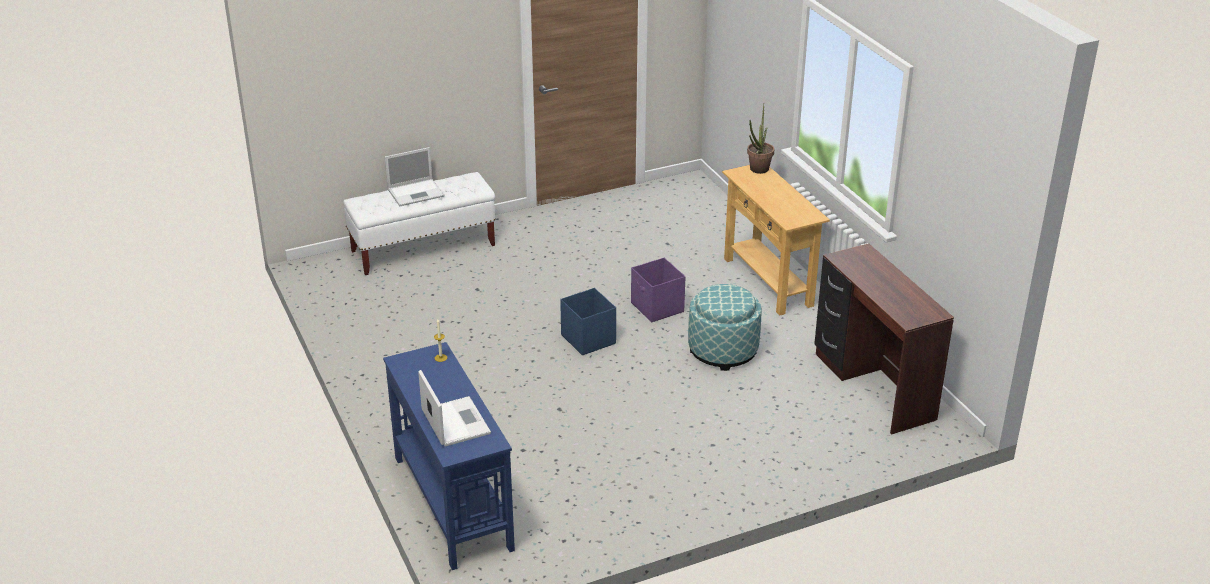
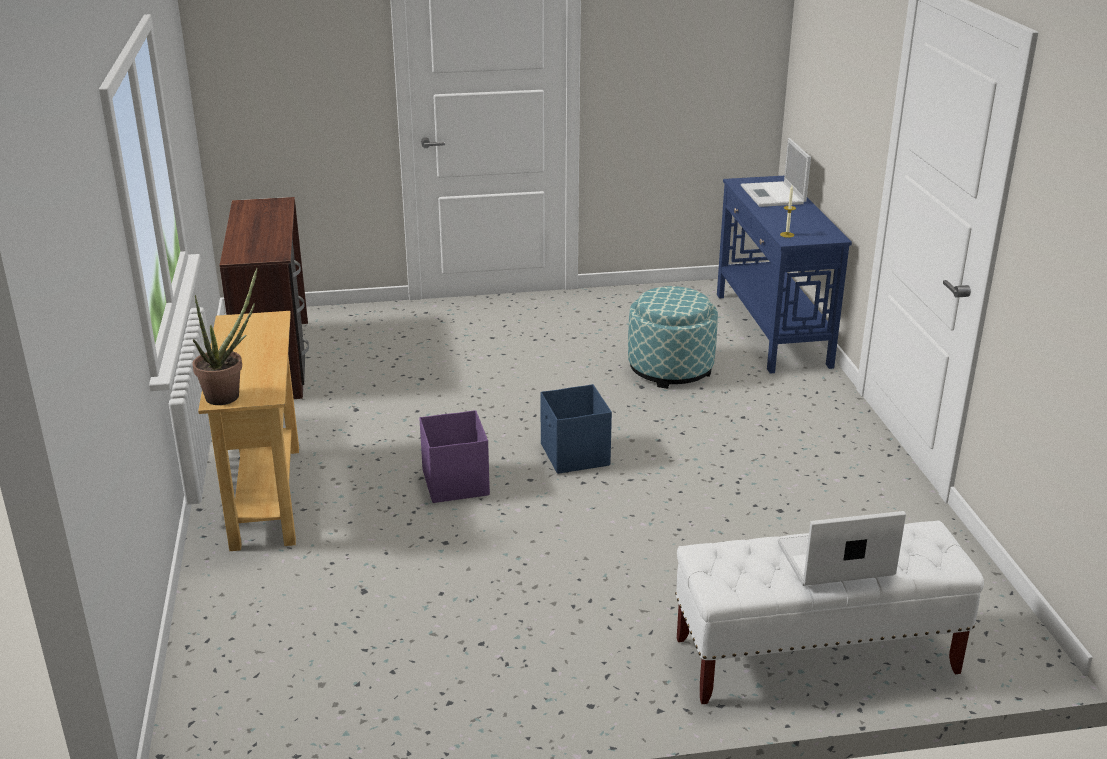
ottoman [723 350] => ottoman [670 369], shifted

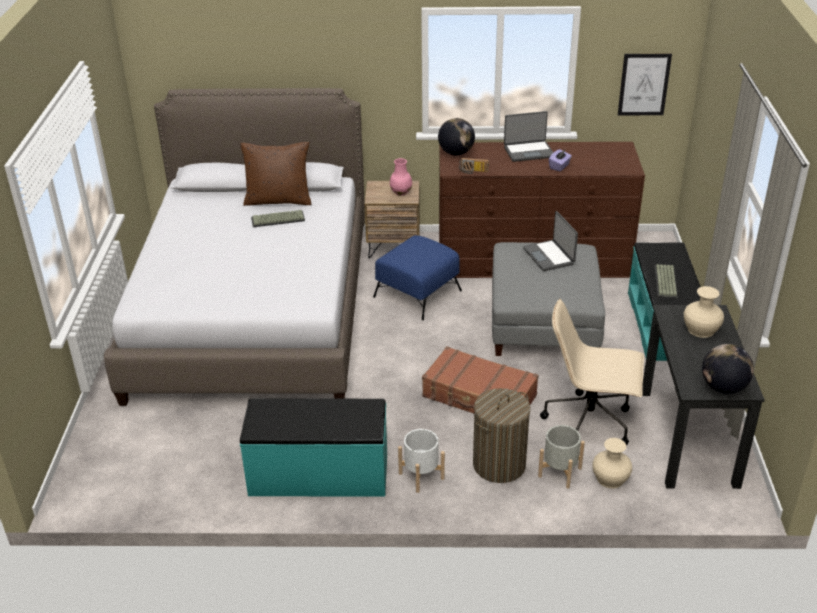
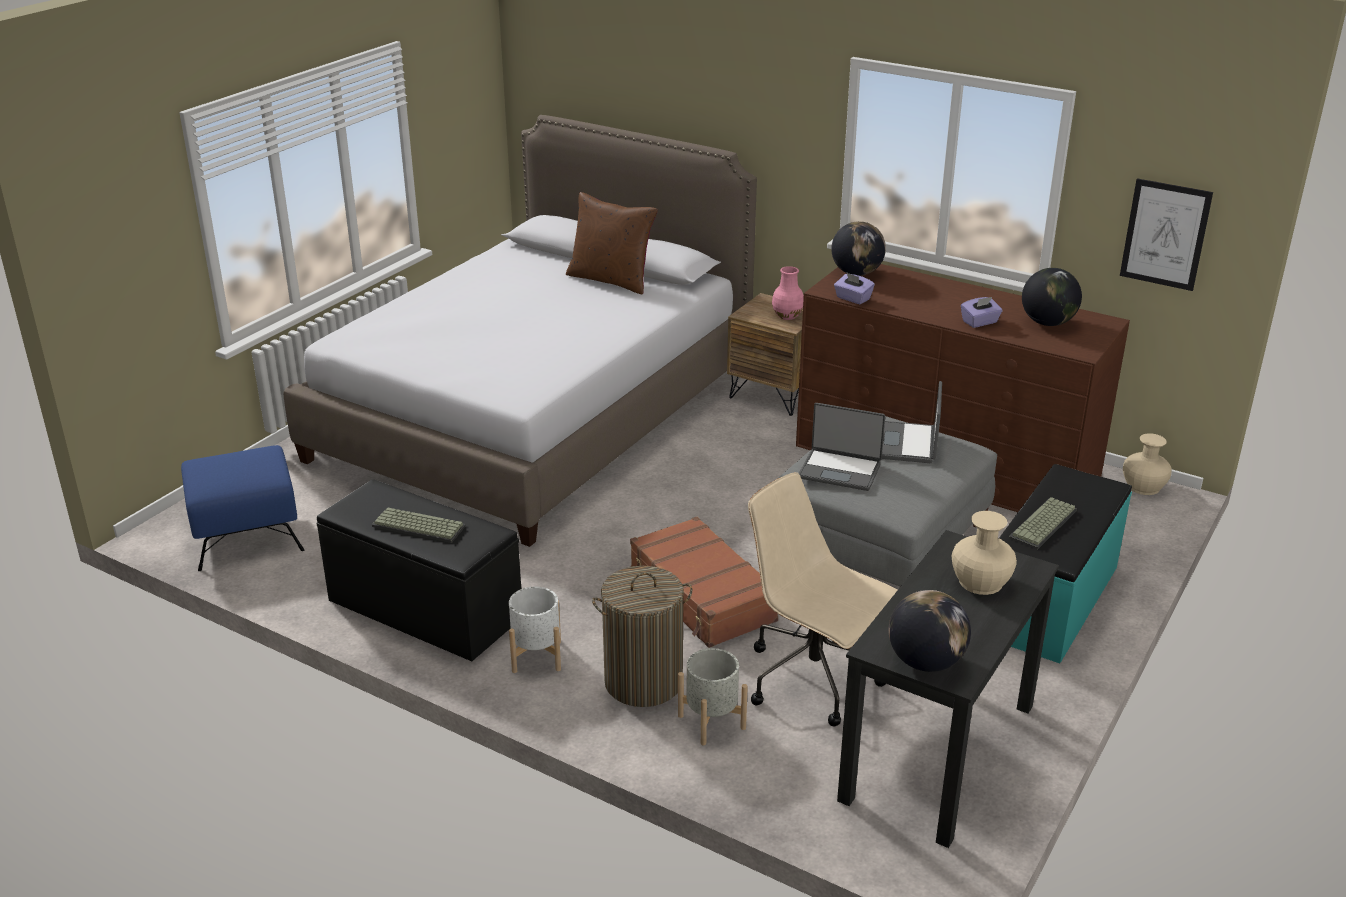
nothing => globe [1047 323]
keyboard [277 220] => keyboard [417 527], shifted
blue ottoman [417 294] => blue ottoman [245 533], shifted
laptop [528 151] => laptop [840 470], shifted
beige vase [610 478] => beige vase [1143 486], shifted
radio [473 171] => purple tissue box [852 298]
turquoise bench [319 475] => black bench [424 609]

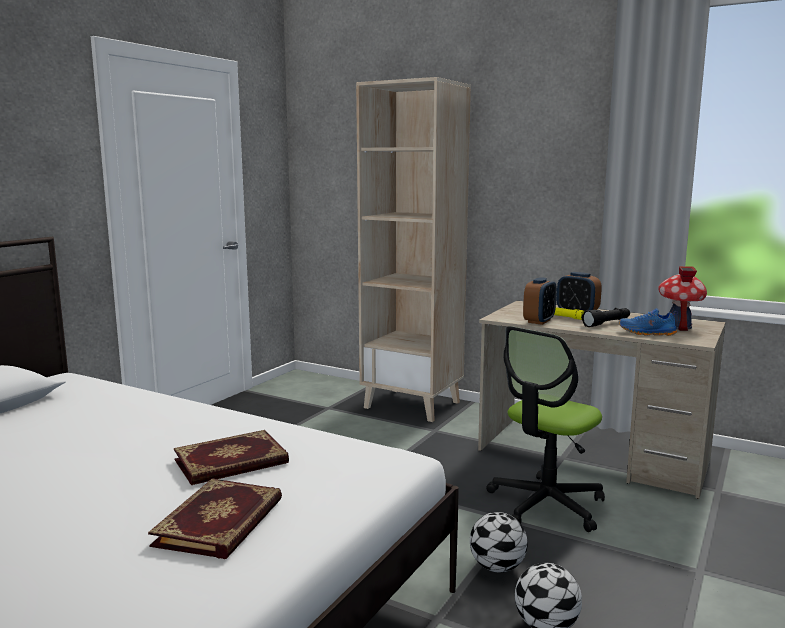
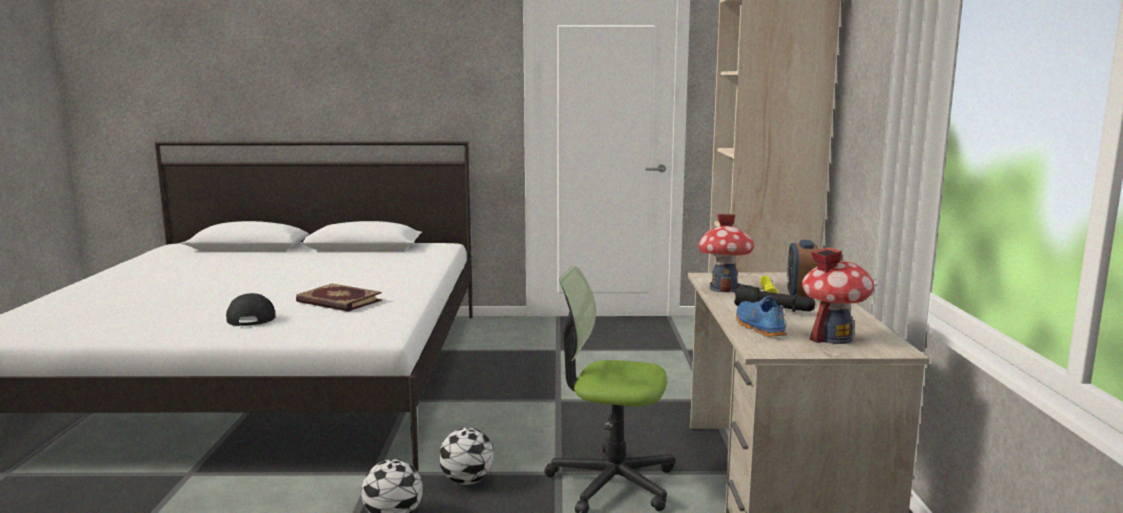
book [221 522] => black cap [252 317]
alarm clock [539 321] => toy house [724 288]

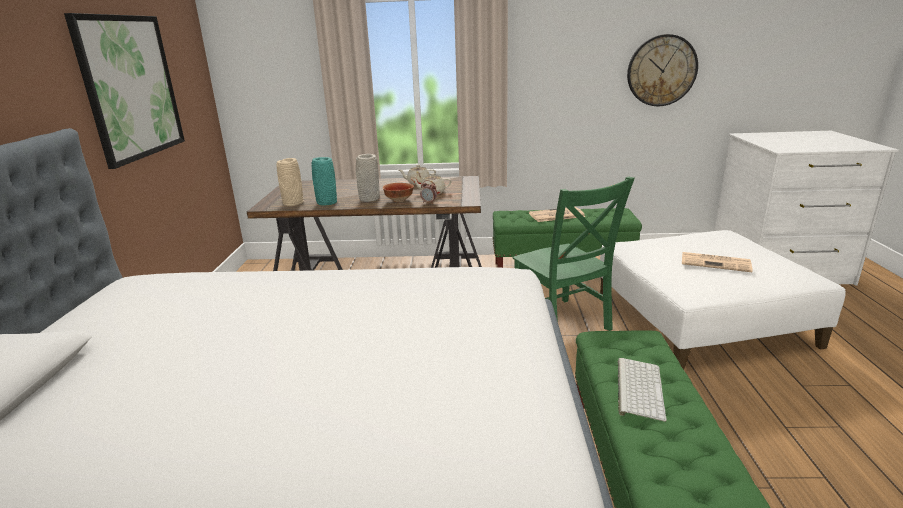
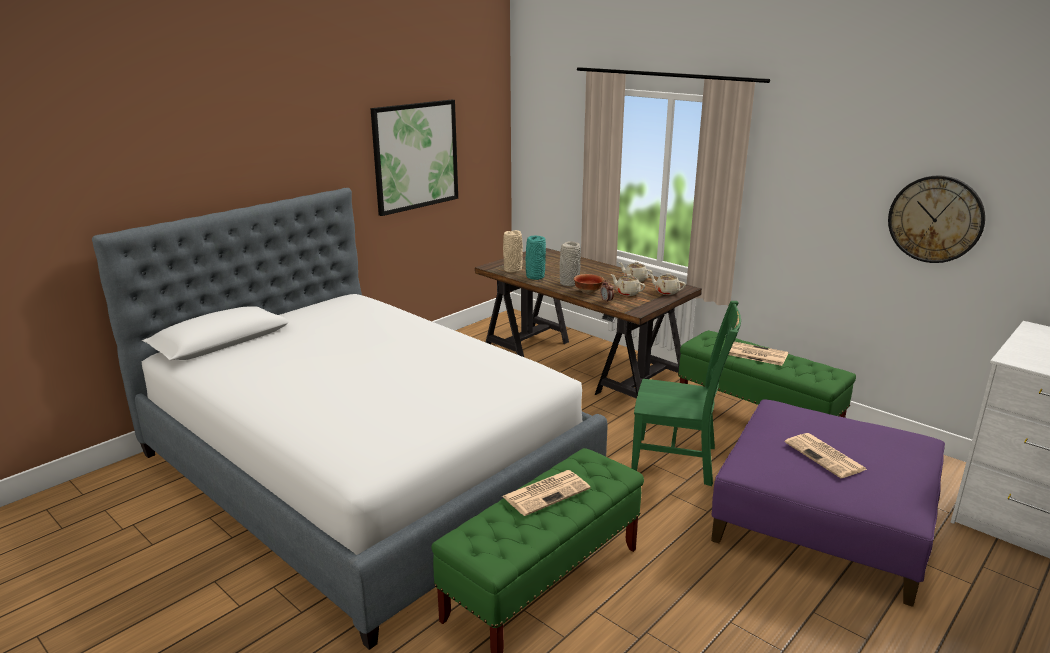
nothing => beige teapot [666 292]
keyboard [638 388] => newspaper [547 492]
white ottoman [702 319] => purple ottoman [823 520]
green chair [563 324] => green chair [678 461], 90 degrees counterclockwise

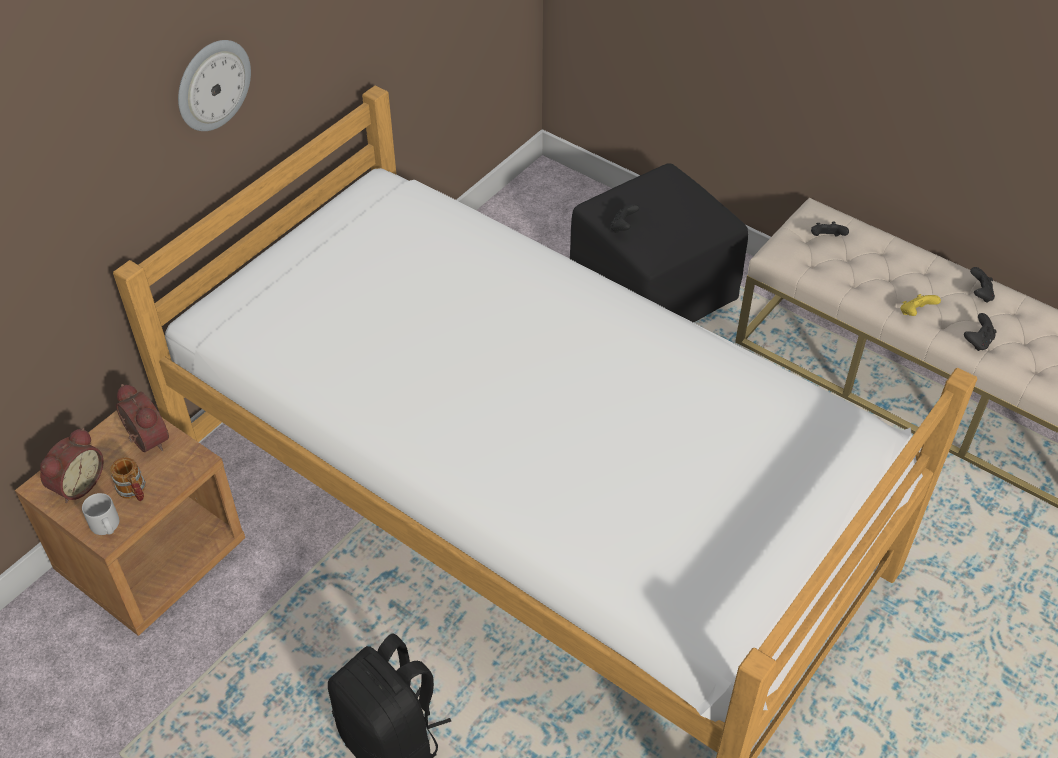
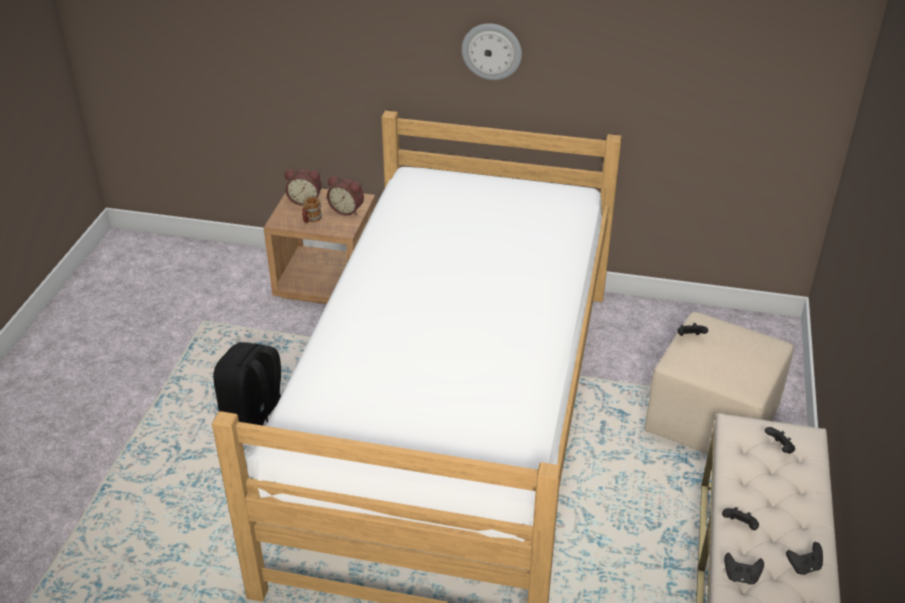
grey mug [106 526] => nothing
black ottoman [653 292] => beige ottoman [713 422]
yellow game controller [915 313] => black game controller [739 526]
alarm clock [145 441] => alarm clock [347 210], 90 degrees clockwise

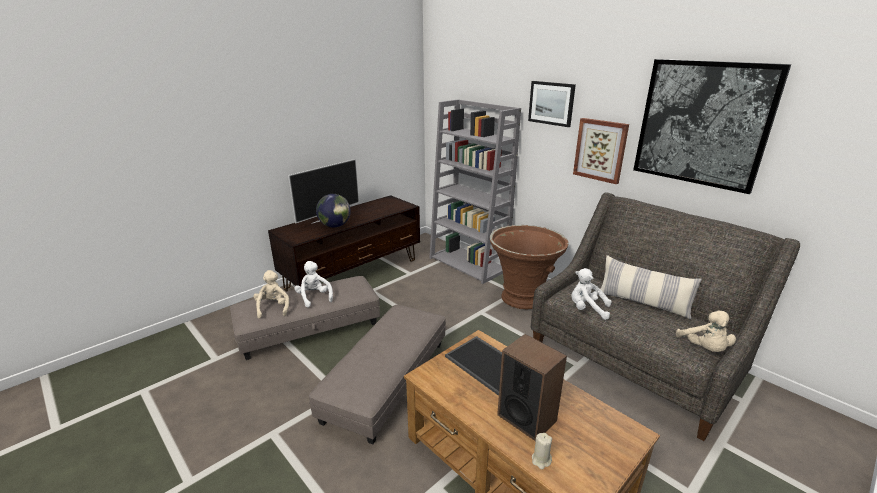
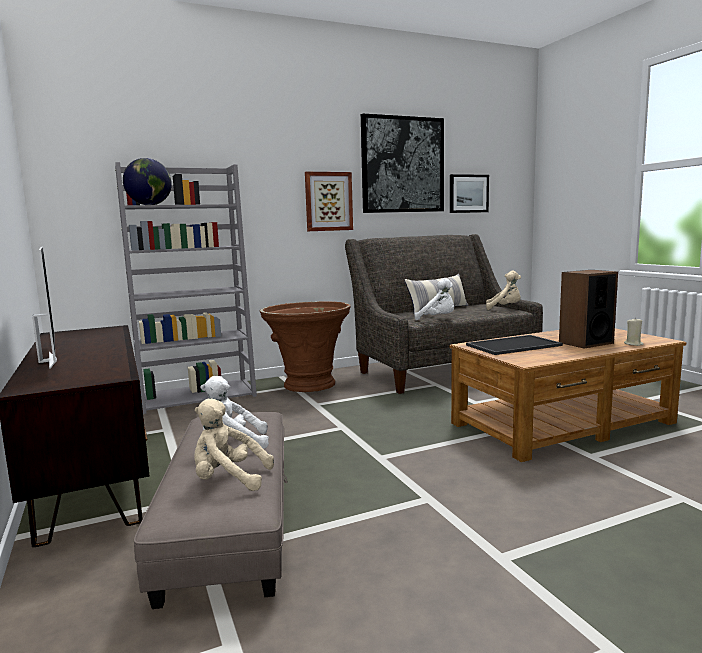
grey ottoman [387 380] => nothing
globe [335 226] => globe [149 205], shifted
picture [551 103] => picture [468 193], shifted
white plush toy [587 309] => white plush toy [438 319], 105 degrees counterclockwise

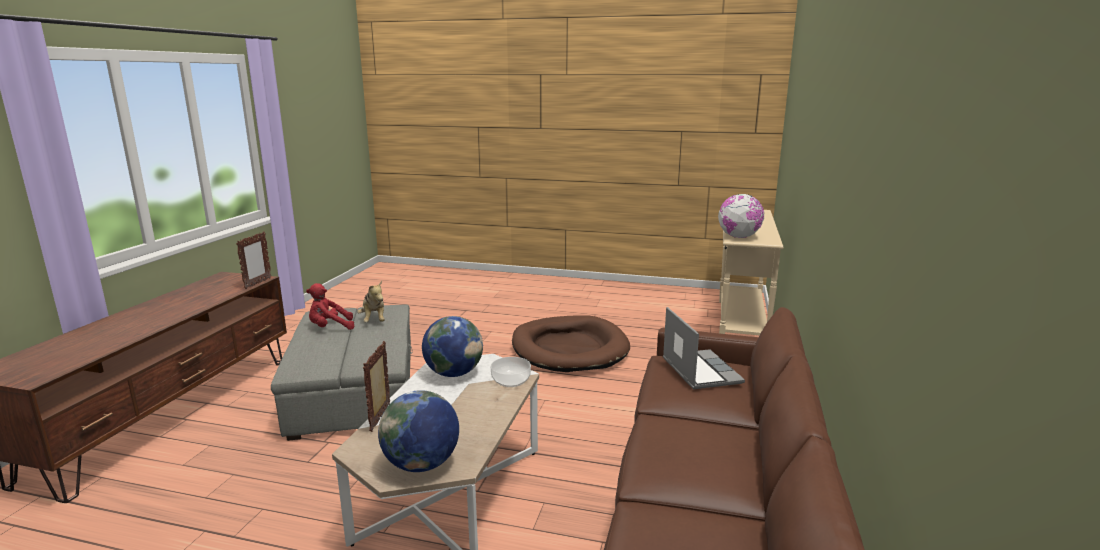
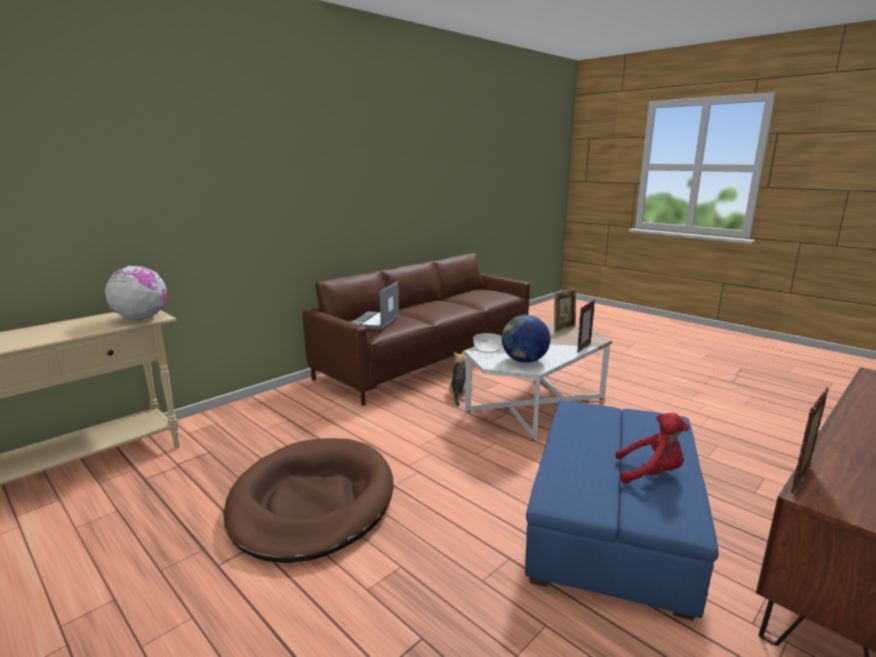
plush toy [374 320] => plush toy [459 394], shifted
globe [421 464] => picture frame [563 329]
grey ottoman [356 390] => blue ottoman [611 520]

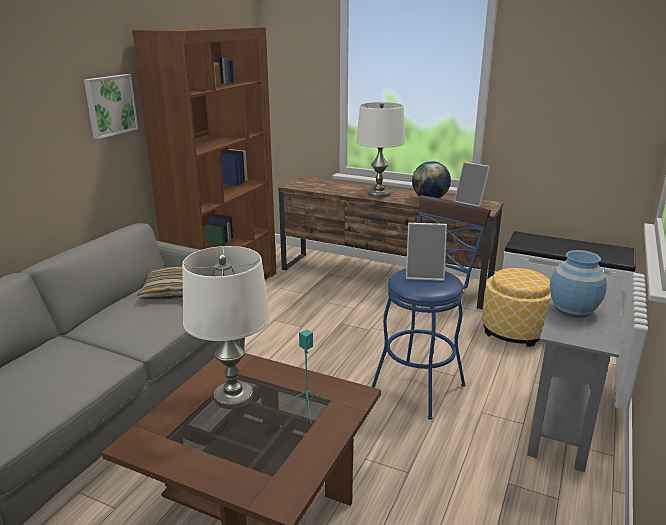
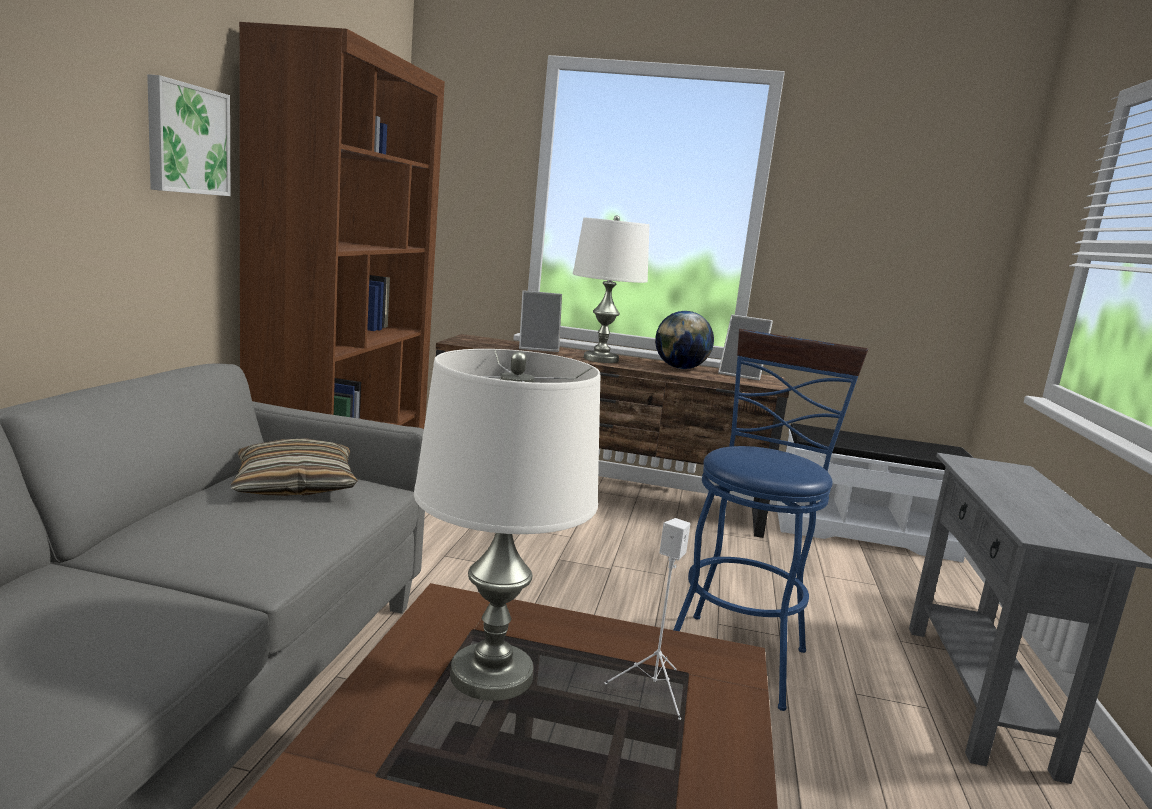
ottoman [514 330] => nothing
blue vase [573 310] => nothing
picture frame [424 275] => picture frame [538 348], shifted
turquoise speaker [307 408] => white speaker [654 690]

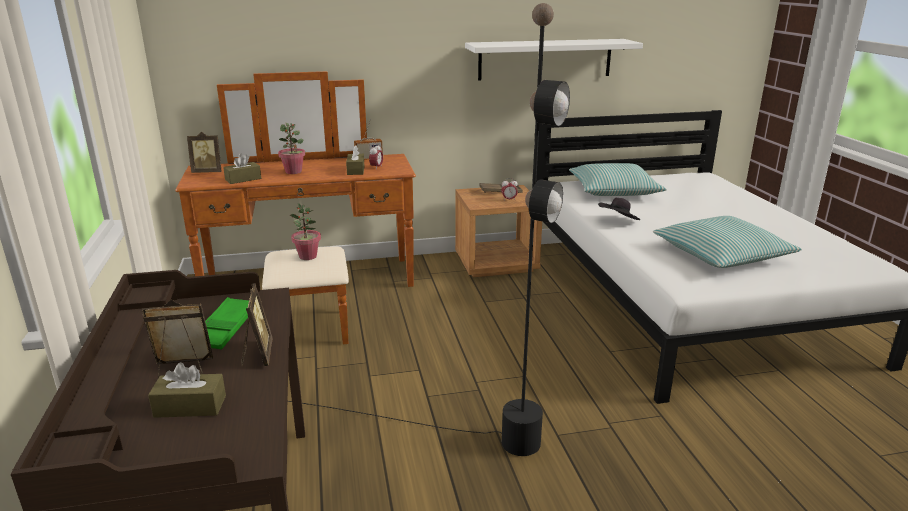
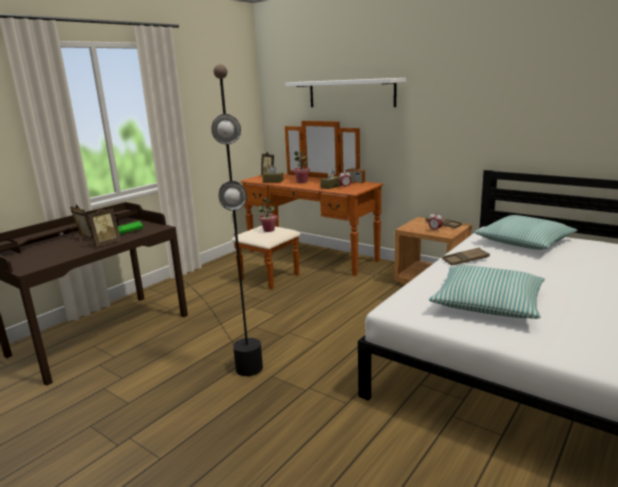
brown tissue box [190 406] => nothing
white shelf [545 59] => white shelf [351 93], shifted
black hat [618 222] => brown tray [465 260]

